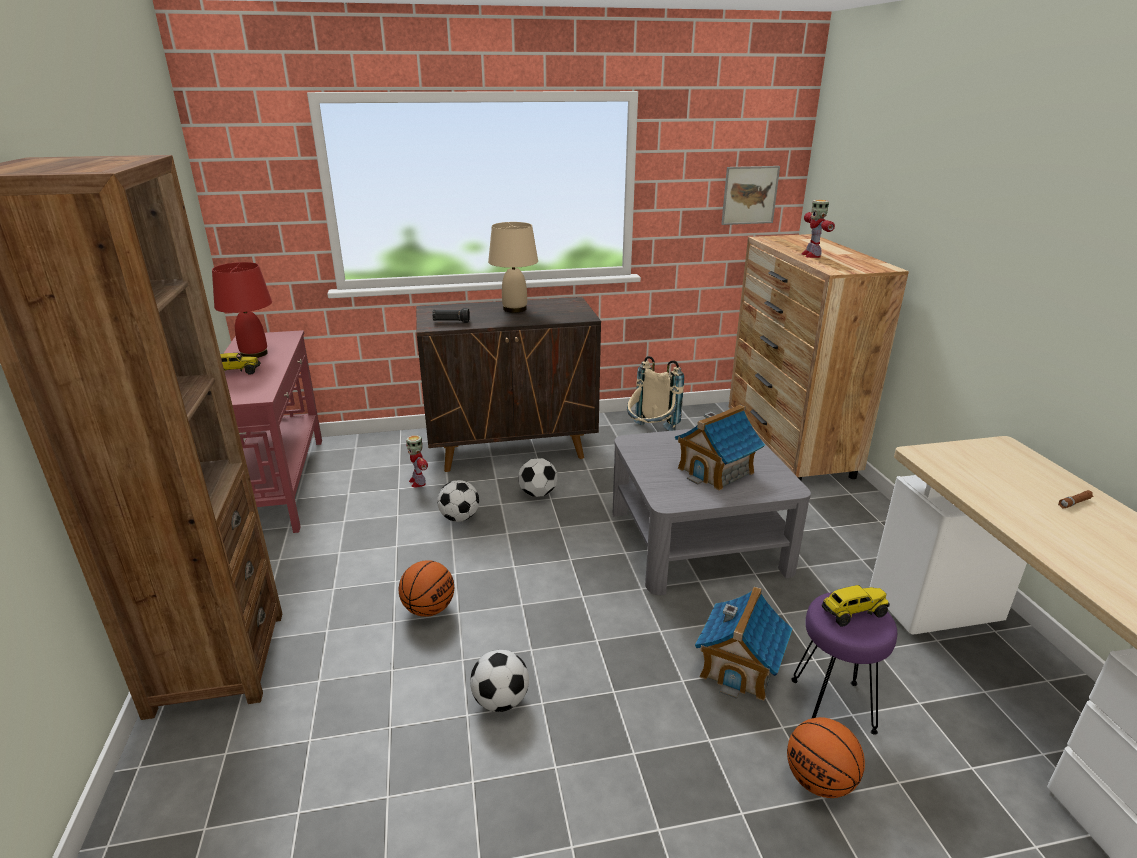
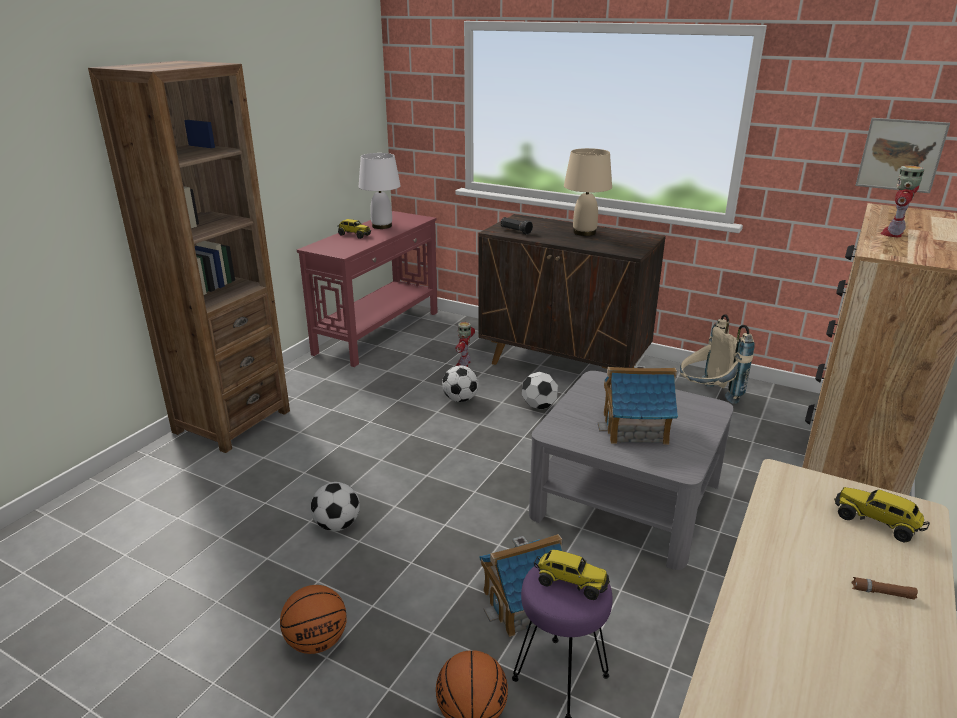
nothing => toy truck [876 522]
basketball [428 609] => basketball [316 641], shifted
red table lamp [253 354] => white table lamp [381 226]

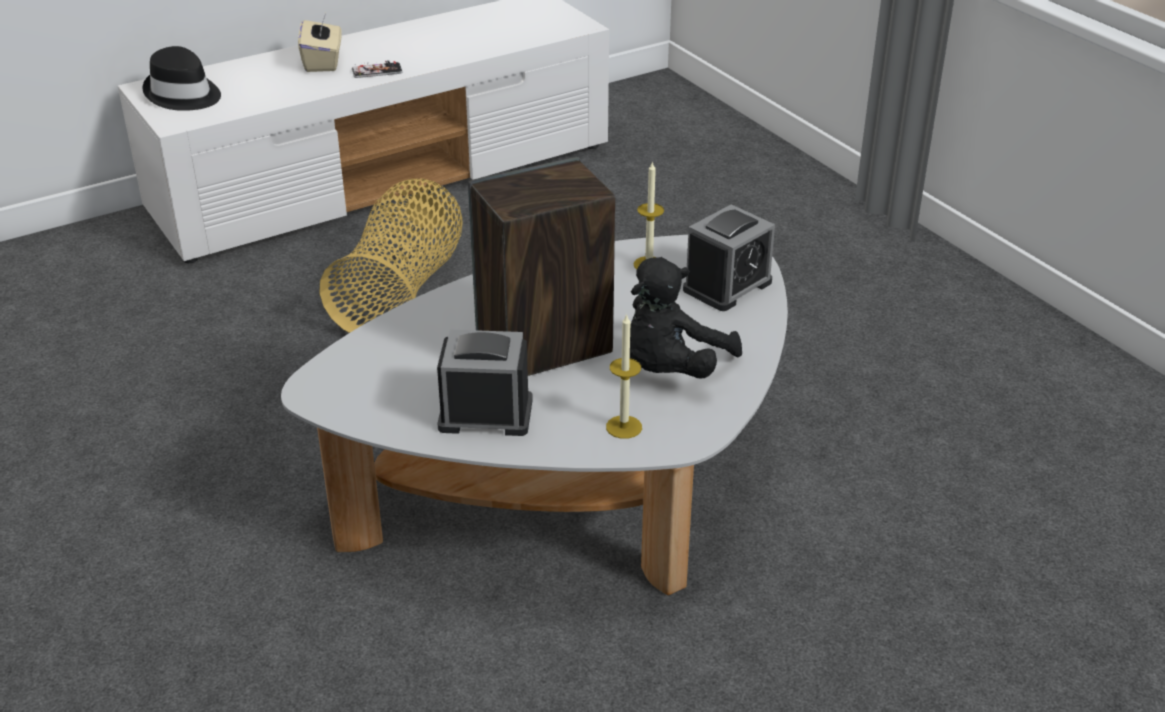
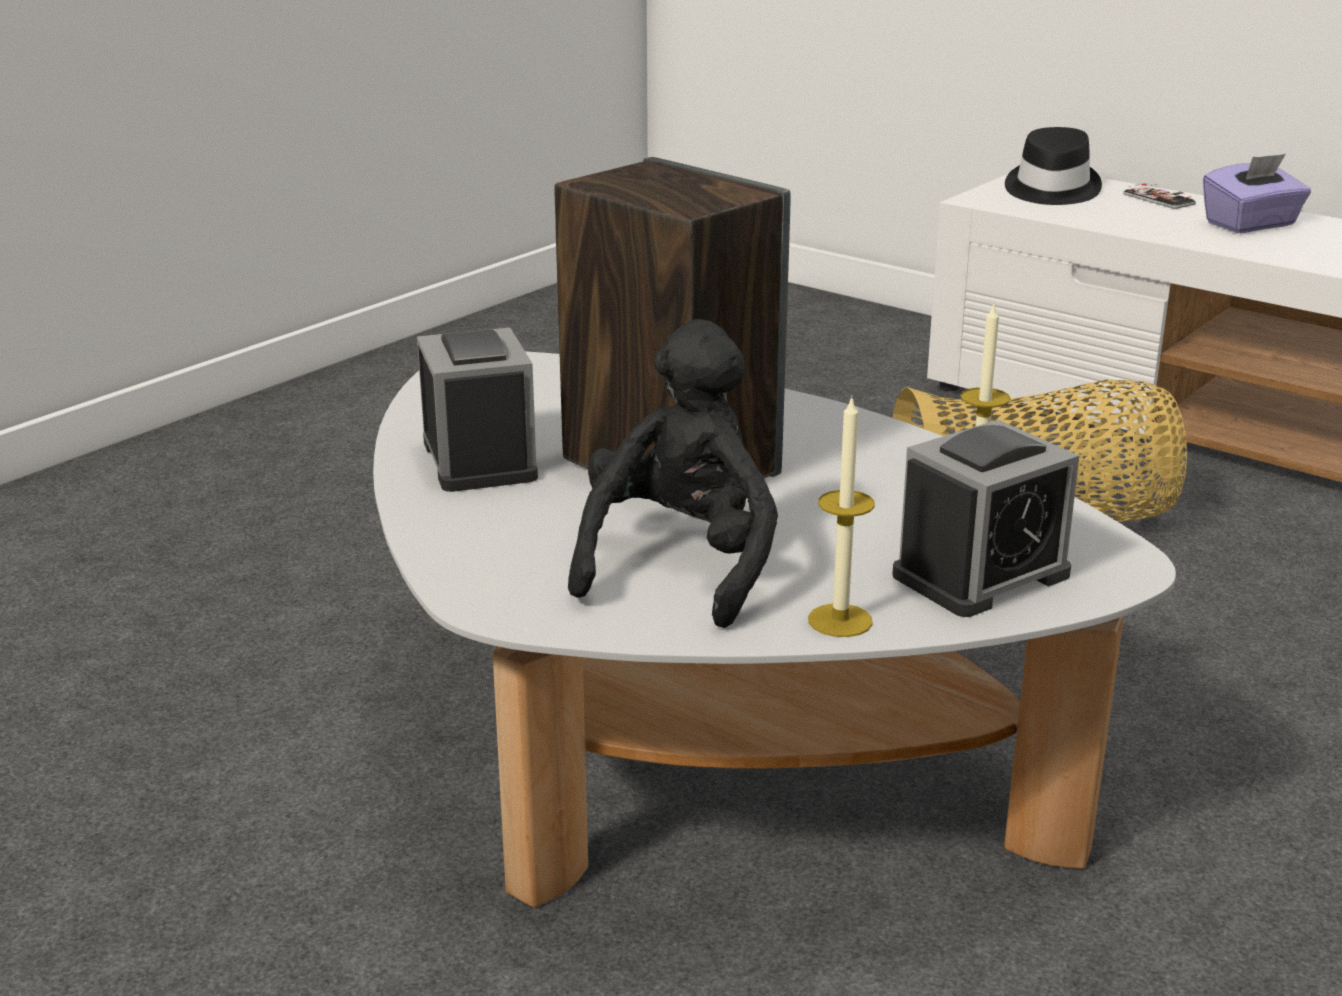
phone [377 71] => phone [1158 199], shifted
candle [624 427] => candle [840 620], shifted
beige tissue box [323 62] => purple tissue box [1251 225]
black plush toy [671 369] => black plush toy [680 565], 90 degrees clockwise
alarm clock [727 286] => alarm clock [981 575], 60 degrees counterclockwise

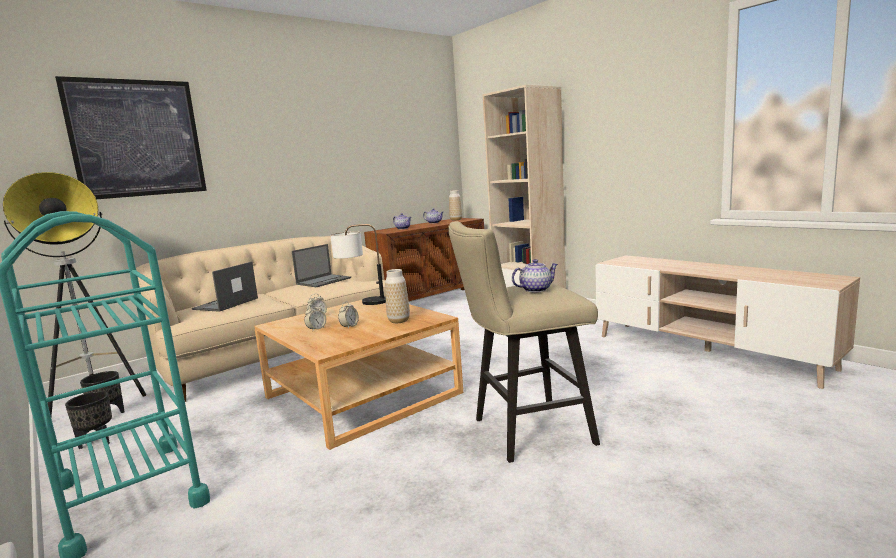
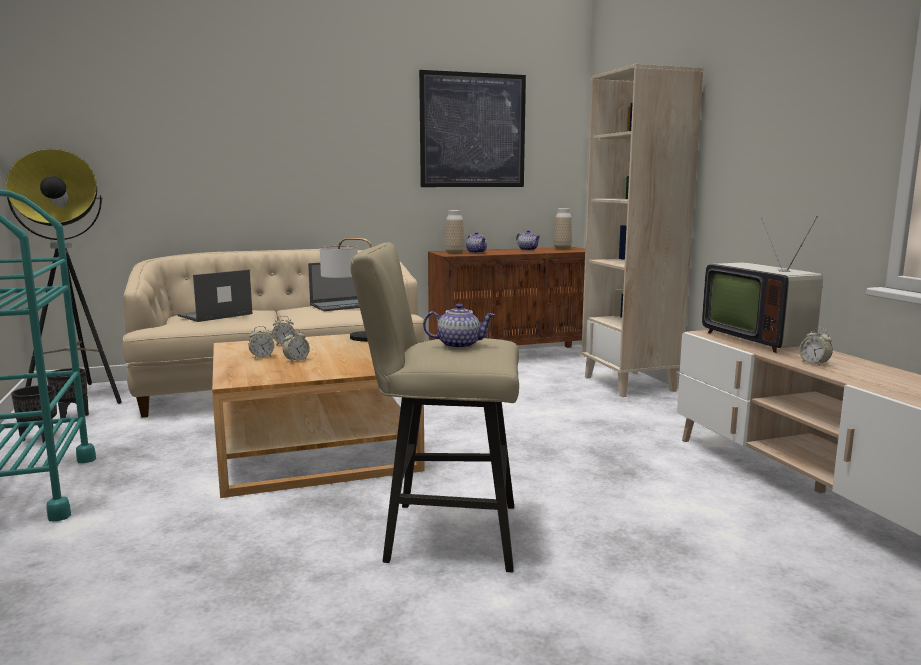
nothing => television [758 339]
nothing => alarm clock [814 363]
picture [137 138] => picture [473 130], shifted
vase [399 321] => vase [454 253], shifted

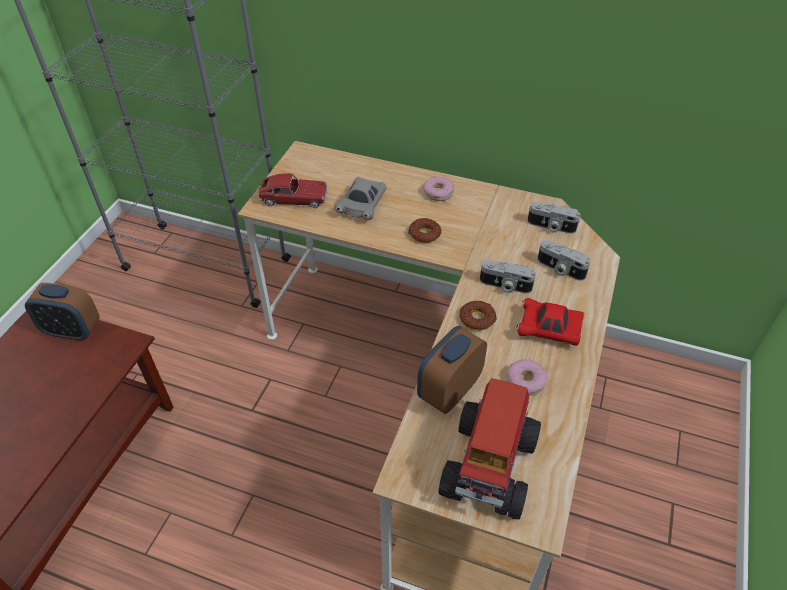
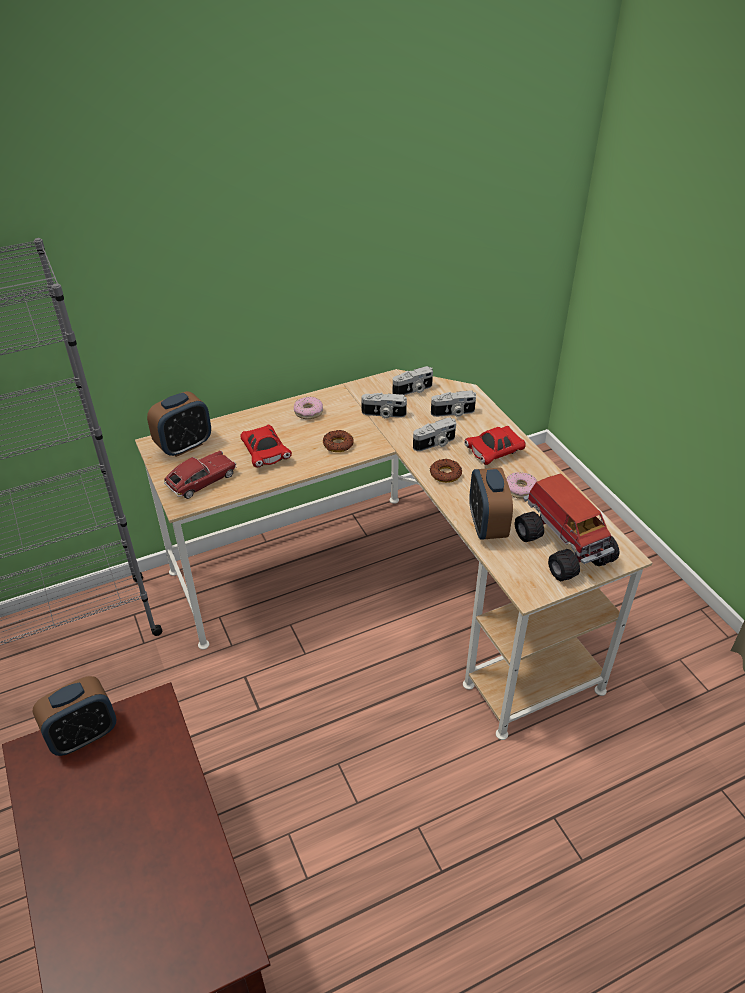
nothing => alarm clock [184 446]
nothing => photo camera [383 414]
grey toy car [362 206] => red toy car [265 454]

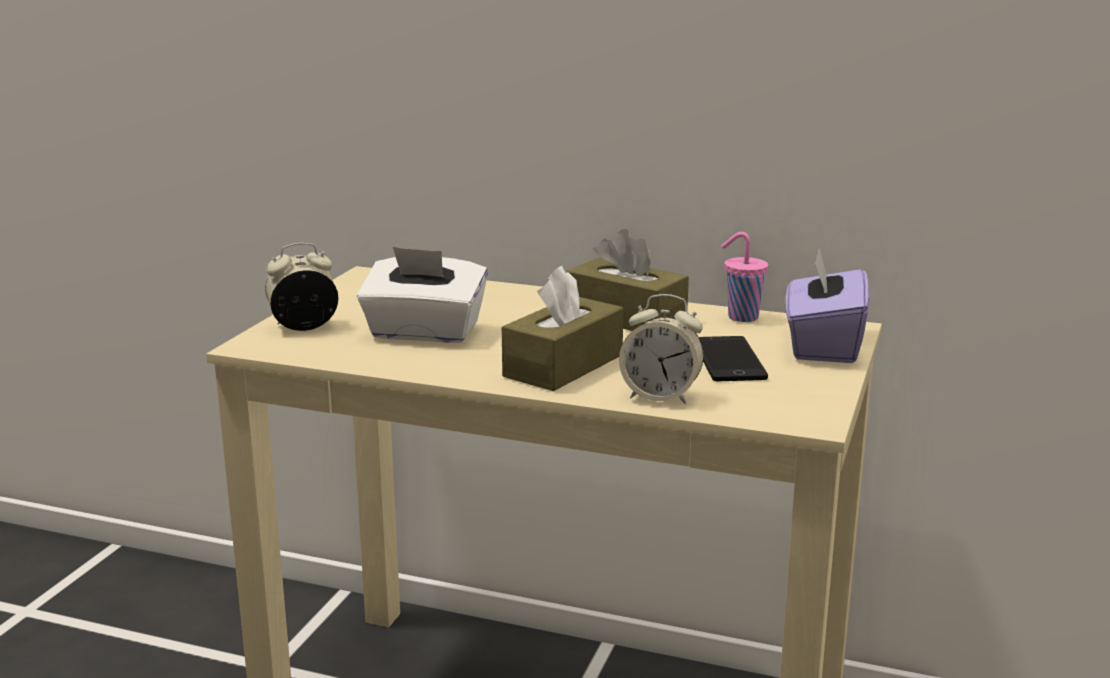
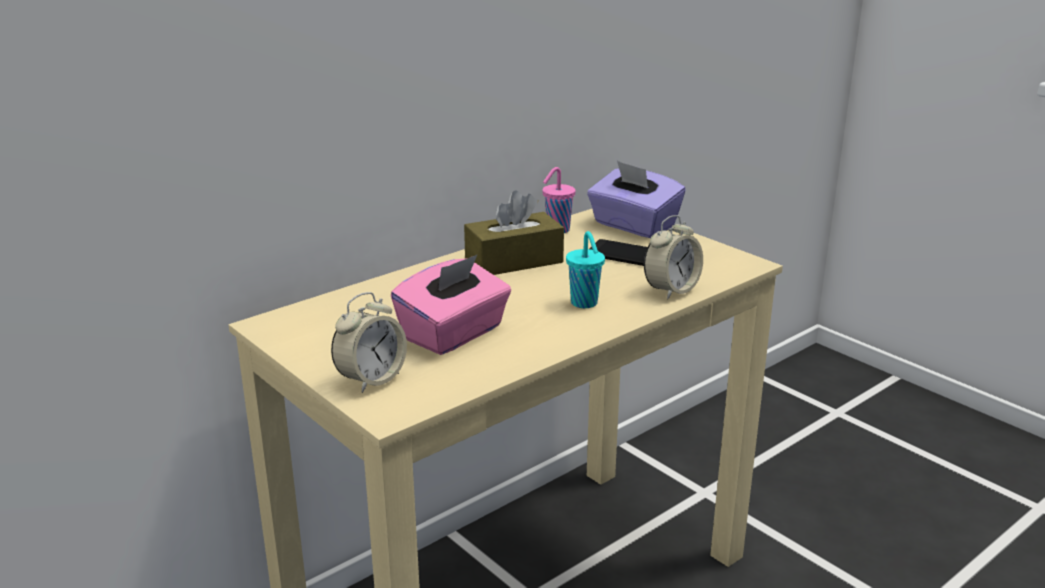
brown tissue box [563 366] => turquoise cup [585 304]
white tissue box [424 333] => pink tissue box [454 334]
alarm clock [304 327] => alarm clock [371 379], 150 degrees counterclockwise

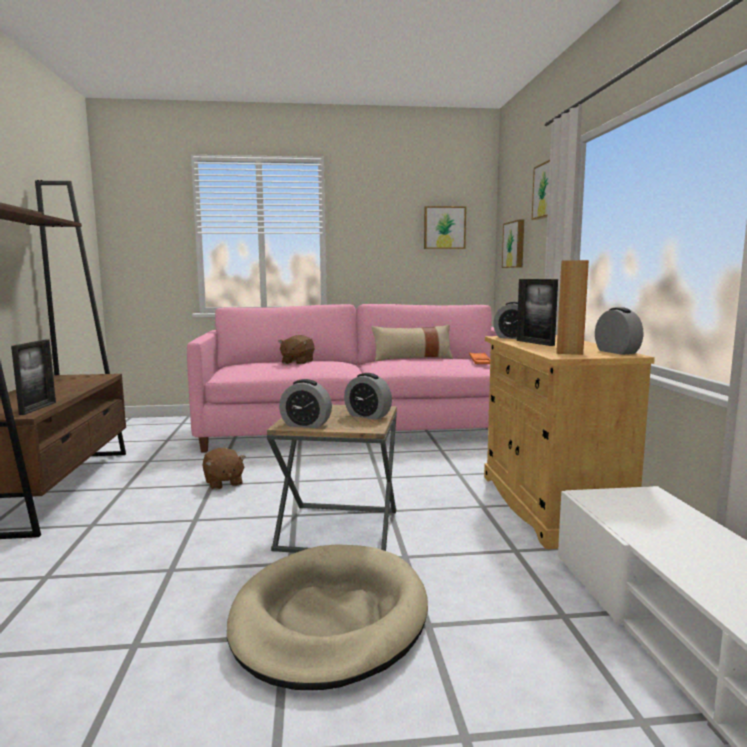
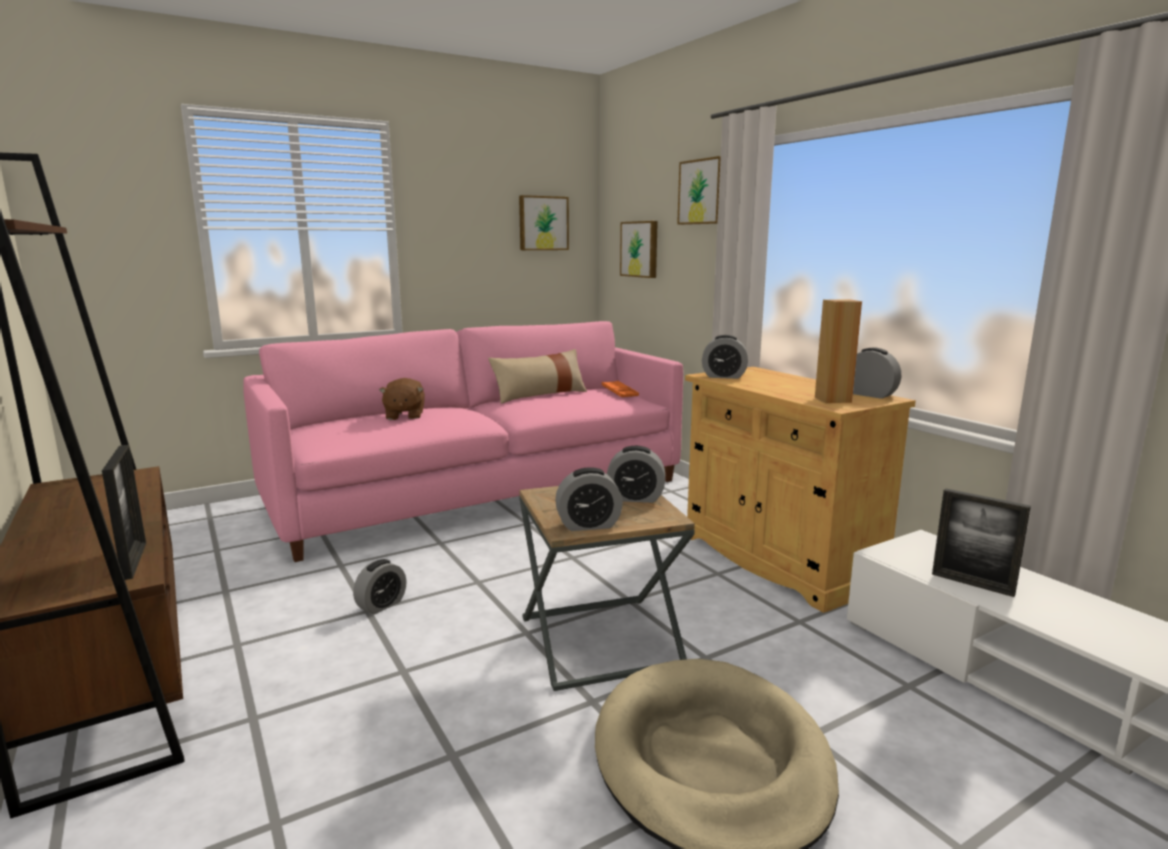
picture frame [535 343] => picture frame [972 584], shifted
brown plush toy [223 483] => alarm clock [381 605]

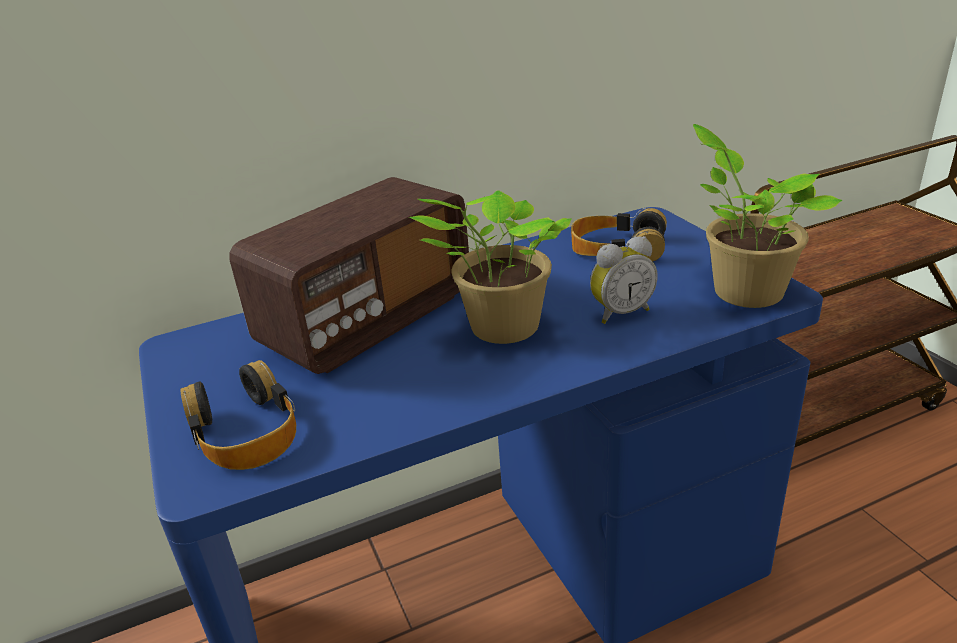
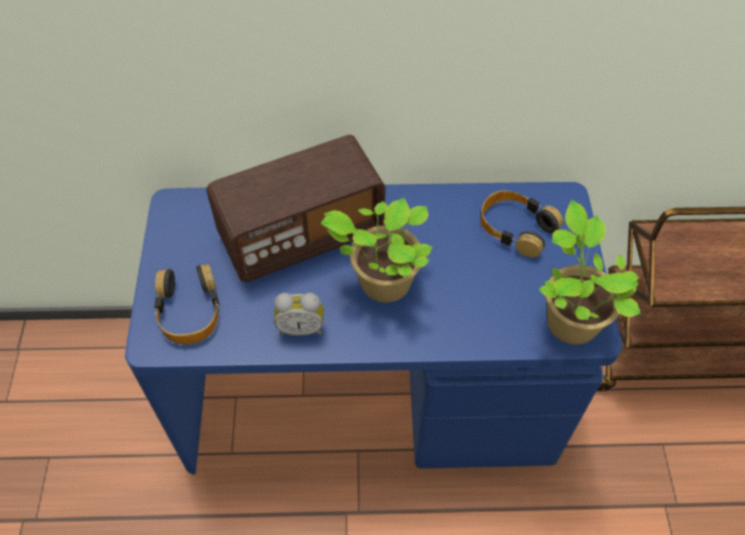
alarm clock [620 312] => alarm clock [301 327], shifted

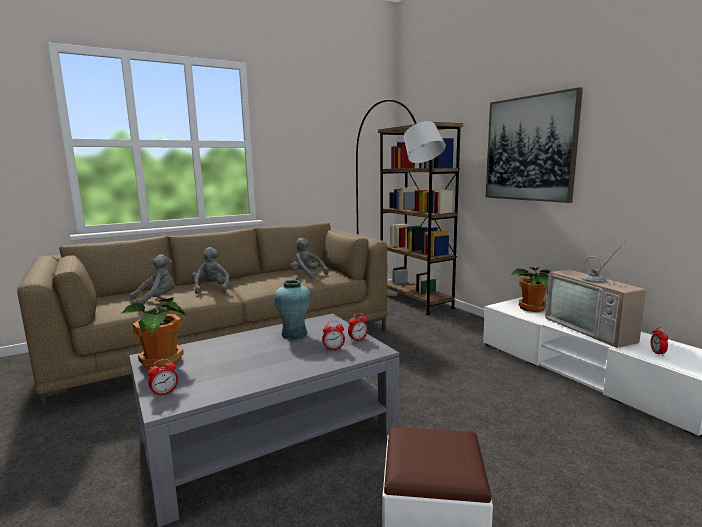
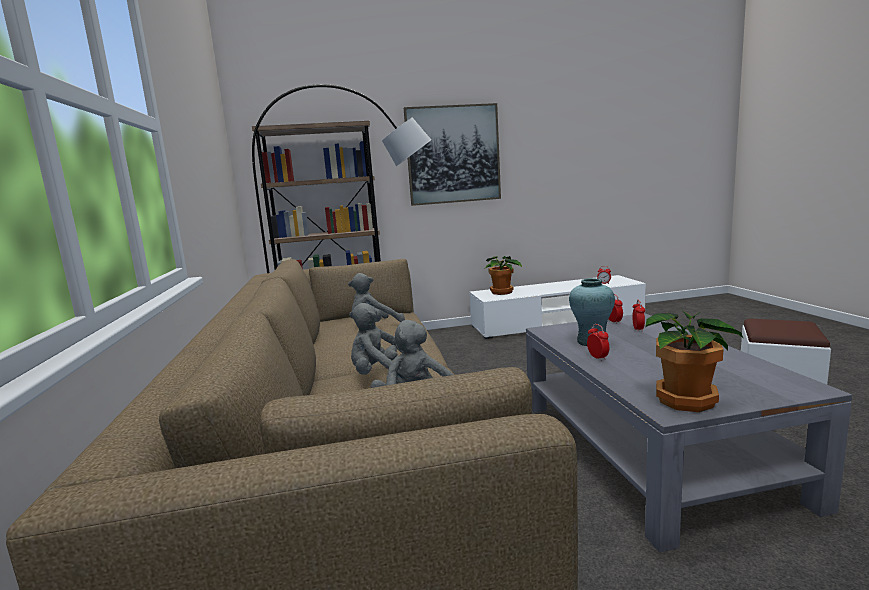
television [593 329] => nothing
alarm clock [164 393] => alarm clock [597 357], shifted

